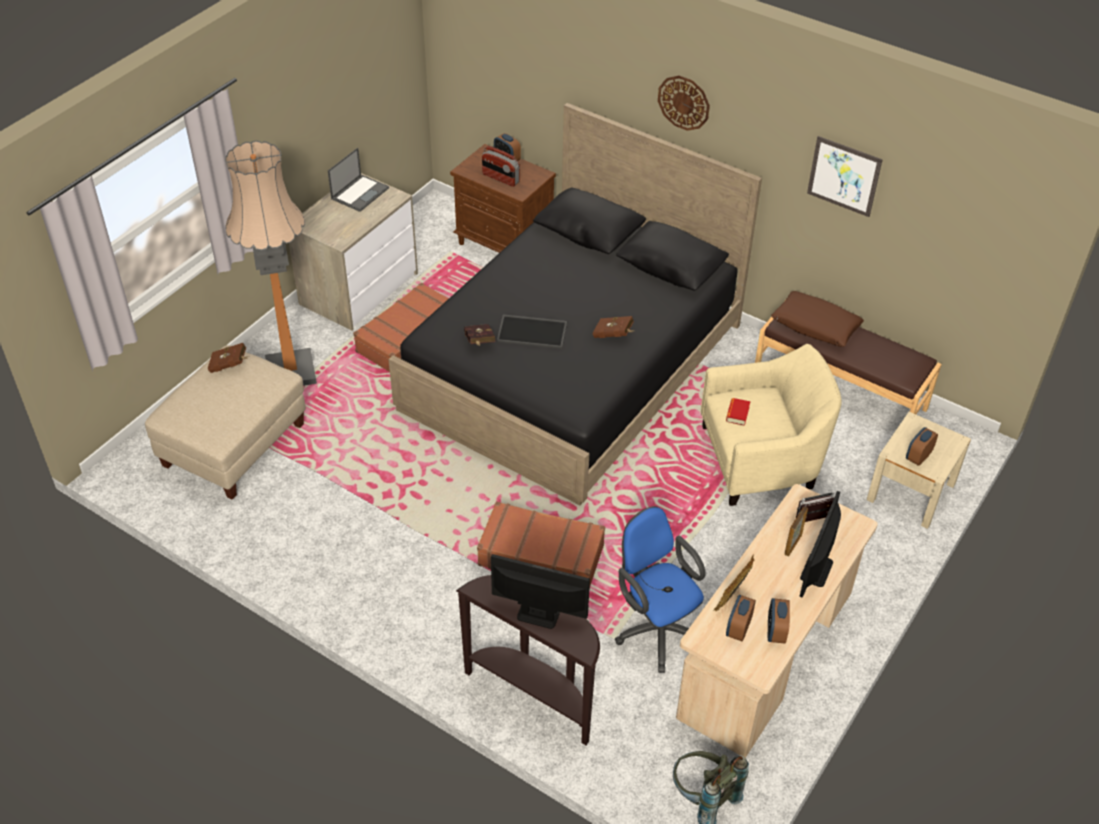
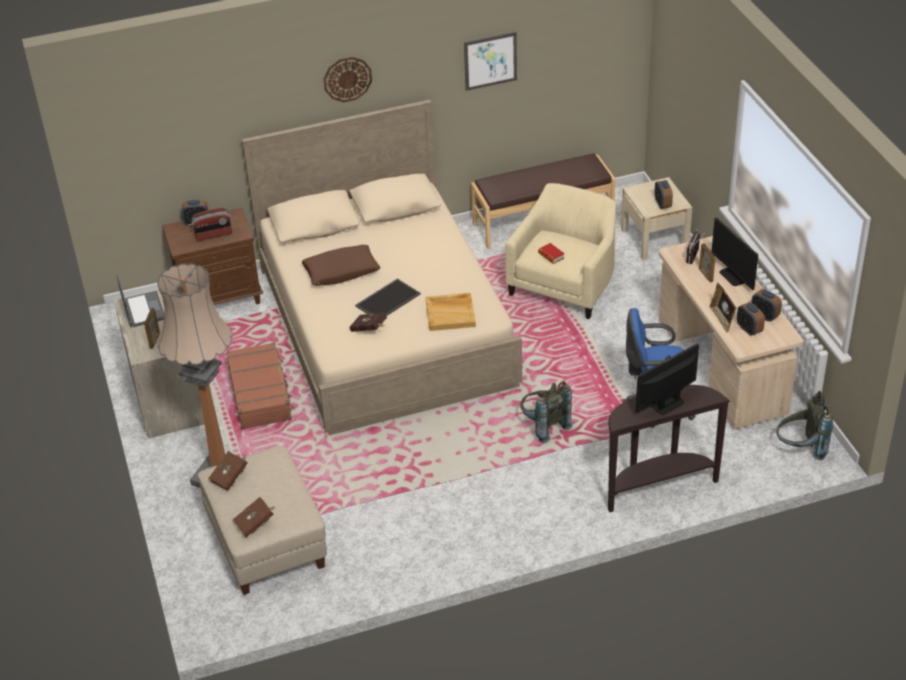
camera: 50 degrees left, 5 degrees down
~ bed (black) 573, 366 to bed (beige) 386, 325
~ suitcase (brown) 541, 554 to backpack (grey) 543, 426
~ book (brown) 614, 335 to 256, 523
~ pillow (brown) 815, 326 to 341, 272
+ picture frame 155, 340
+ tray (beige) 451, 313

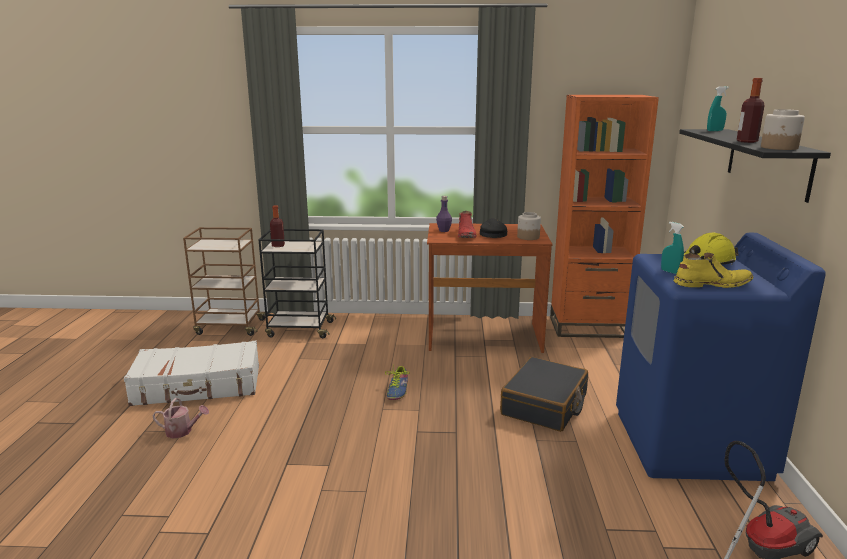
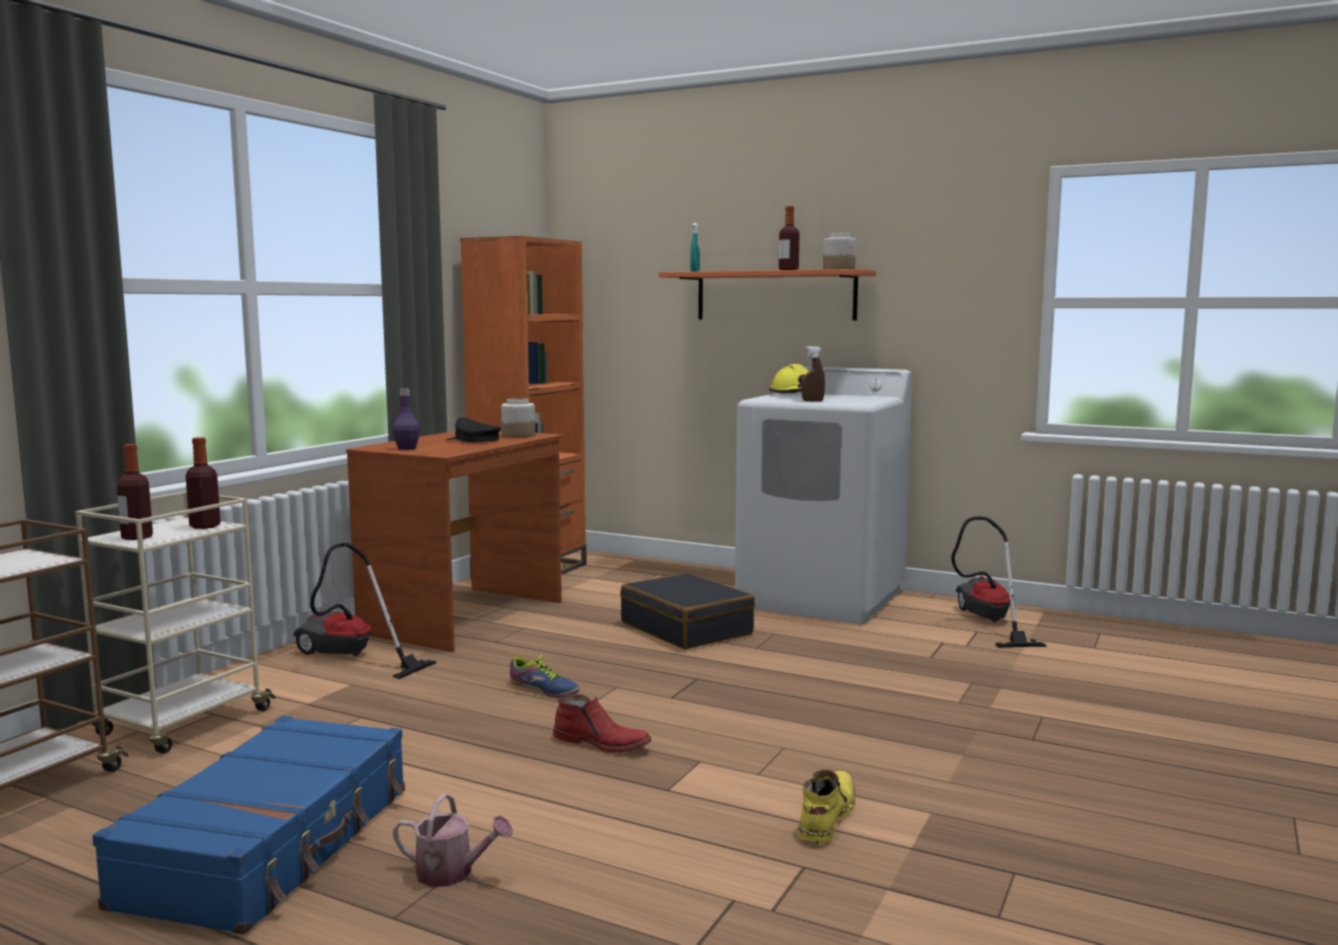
camera: 65 degrees left, 10 degrees down
~ suitcase (white) 198, 386 to suitcase (blue) 271, 845
~ watering can 182, 431 = 452, 873 75 degrees clockwise
~ cart (black) 299, 329 to cart (beige) 182, 724
~ boot (red) 466, 235 to 602, 743
~ washing machine (blue) 690, 444 to washing machine (white) 822, 598
~ spray bottle (turquoise) 670, 272 to spray bottle (brown) 812, 401
~ boot (yellow) 711, 284 to 825, 816
~ shelf (black) 768, 162 to shelf (orange) 775, 296
+ bottle 205, 526
+ vacuum cleaner 348, 657

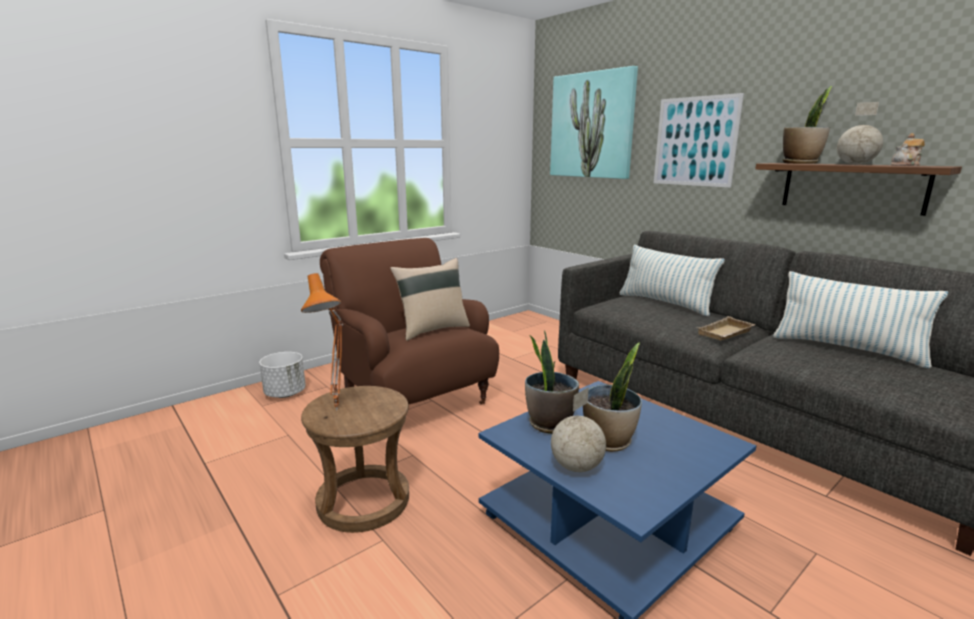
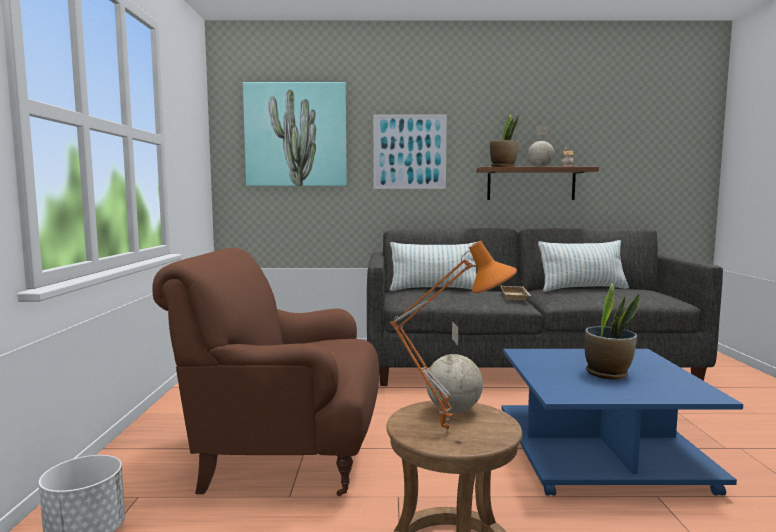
camera: 50 degrees left, 10 degrees down
- pillow (beige) 432, 329
- potted plant 549, 424
~ globe 577, 467 to 454, 410

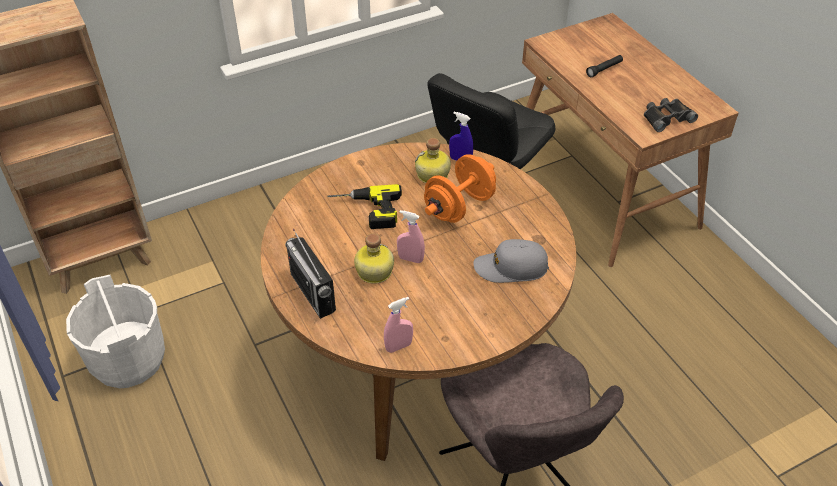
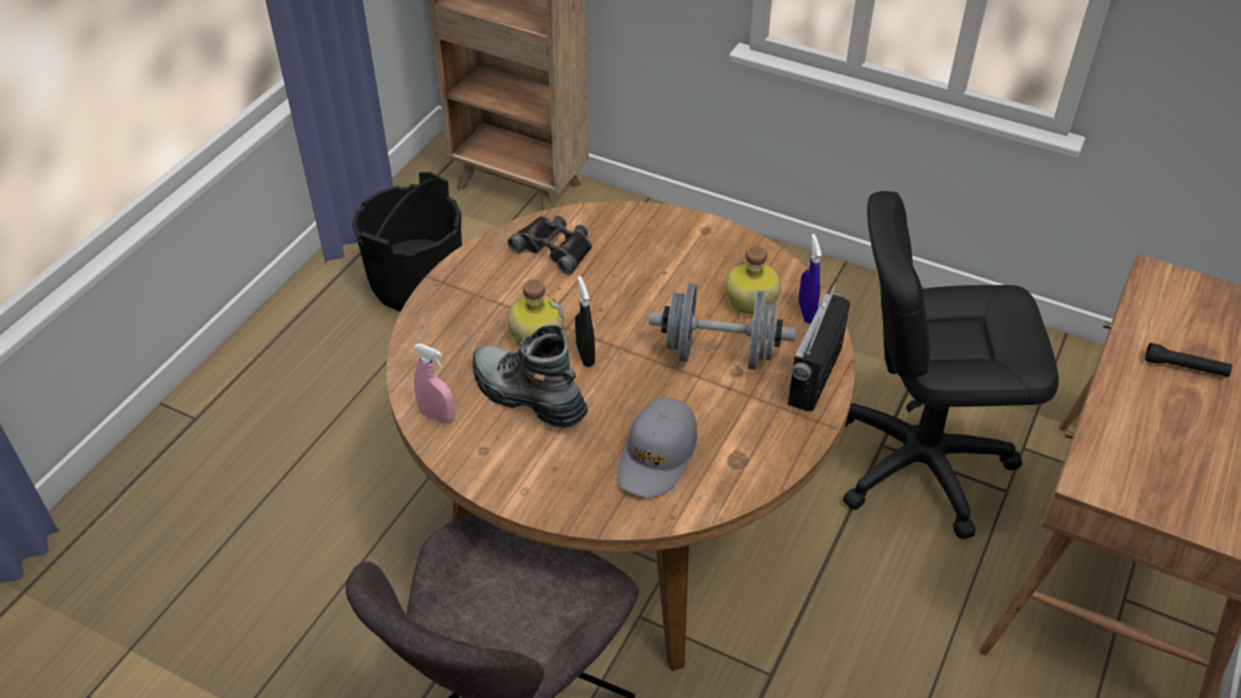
camera: 55 degrees right, 0 degrees up
~ bucket (white) 128, 359 to bucket (black) 416, 283
~ radio 313, 293 to 815, 375
- power drill 365, 211
~ spray bottle (pink) 410, 259 to spray bottle (black) 585, 355
~ dumbbell (orange) 459, 206 to dumbbell (grey) 719, 353
~ cap (grey) 511, 267 = 657, 456 120 degrees counterclockwise
~ binoculars (black) 666, 118 to 555, 248
+ boot 528, 396

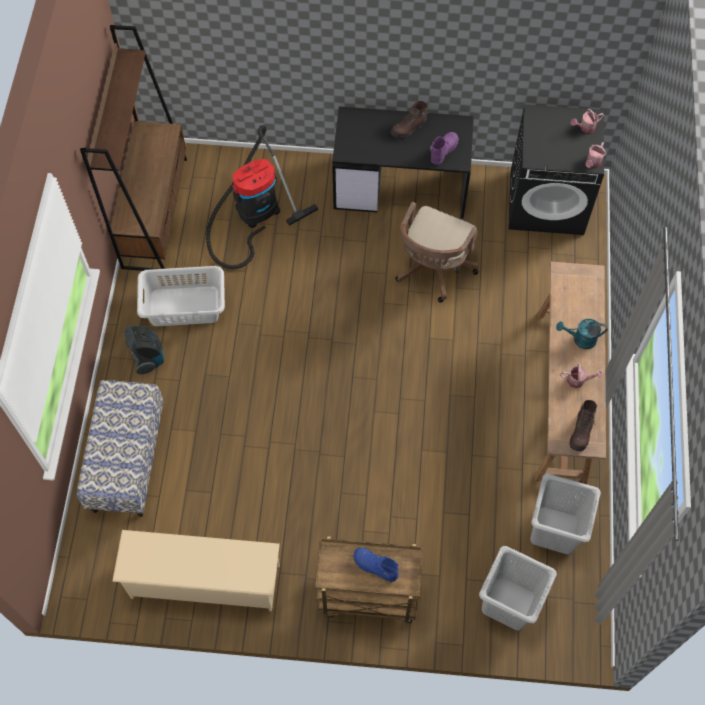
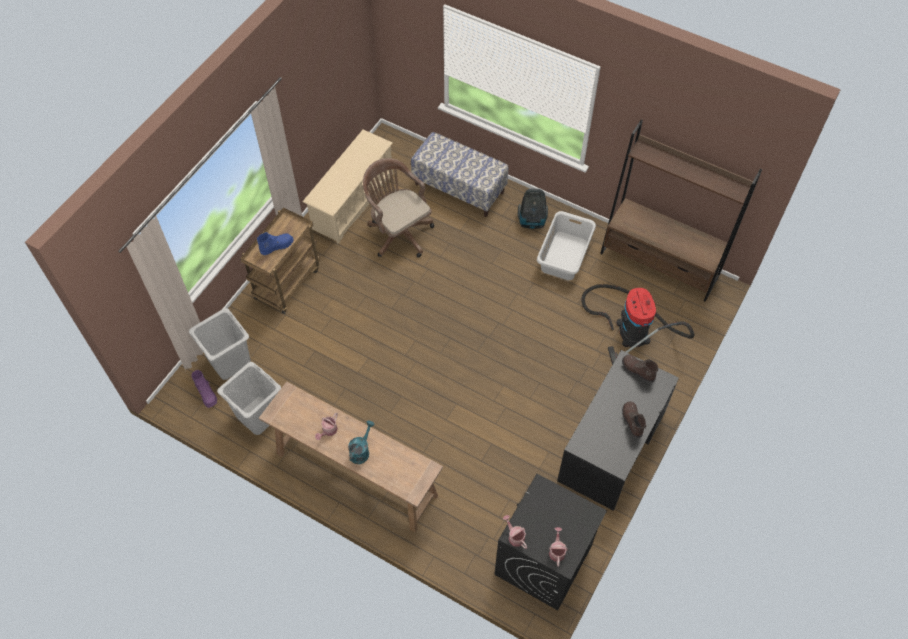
camera: 115 degrees right, 5 degrees down
~ office chair (brown) 433, 269 to 398, 232
~ boot (purple) 443, 151 to 206, 394
~ boot (brown) 581, 431 to 637, 371

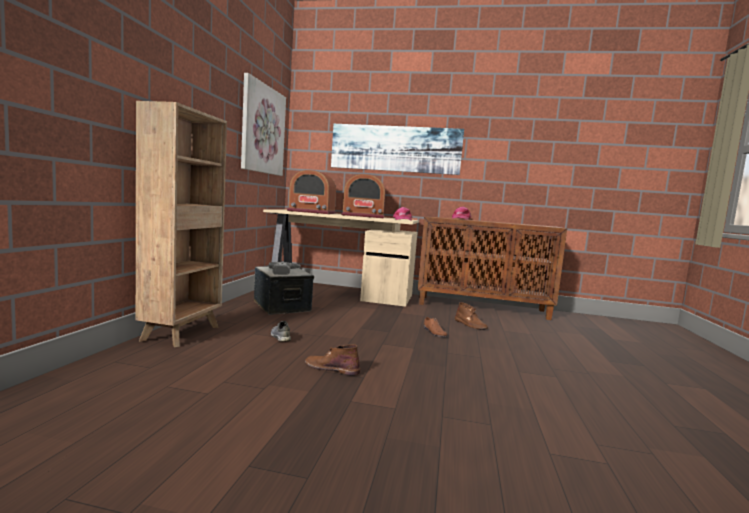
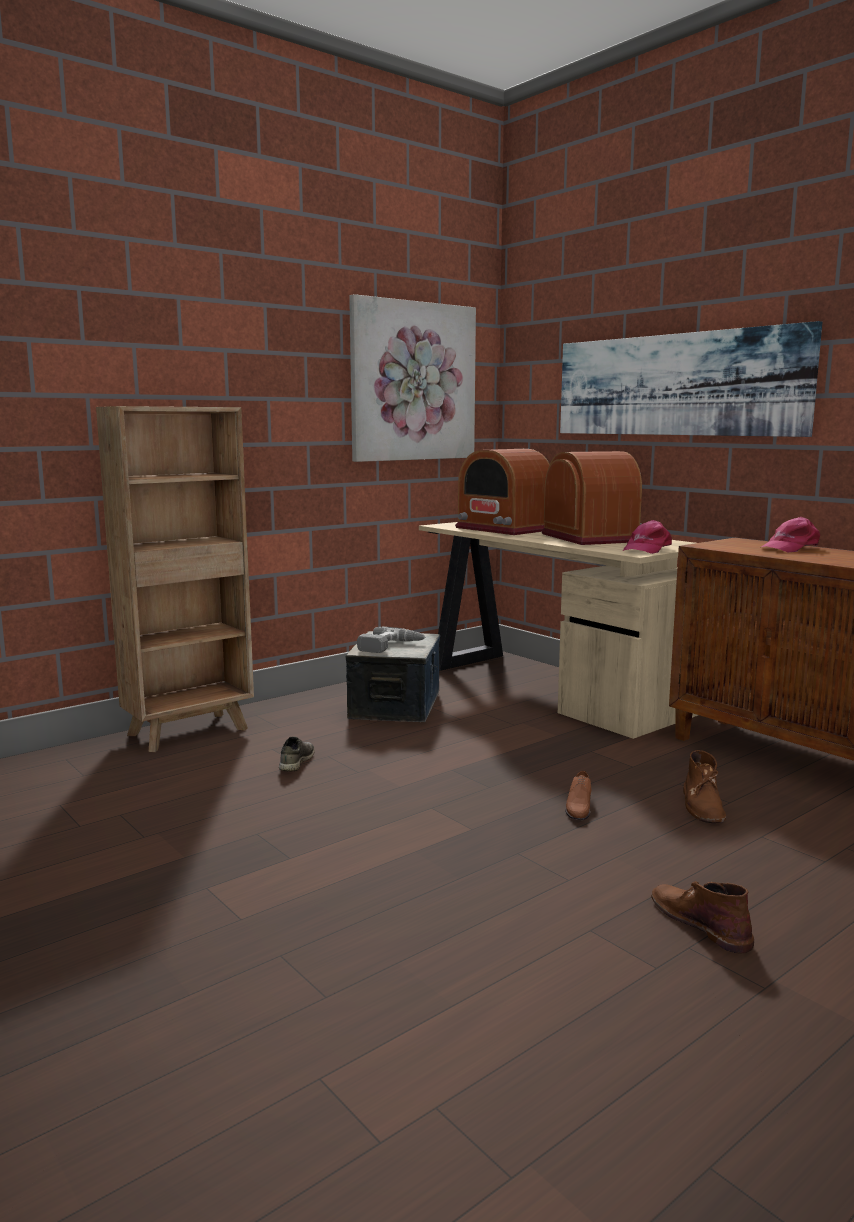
camera: 40 degrees right, 5 degrees up
~ boot (brown) 332, 368 to 700, 922
~ radio 363, 216 = 591, 537 150 degrees counterclockwise

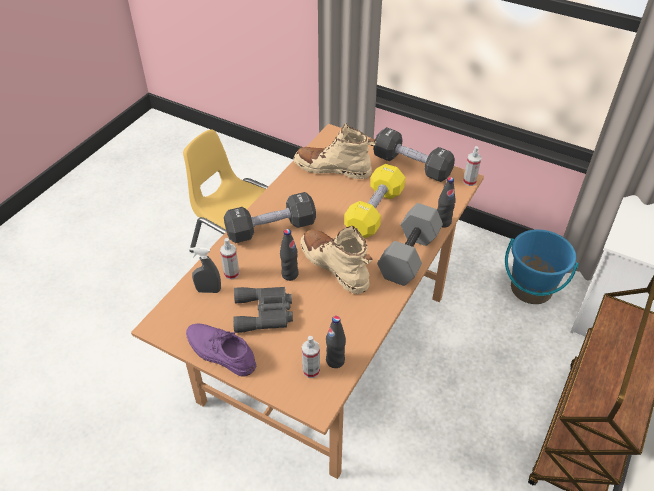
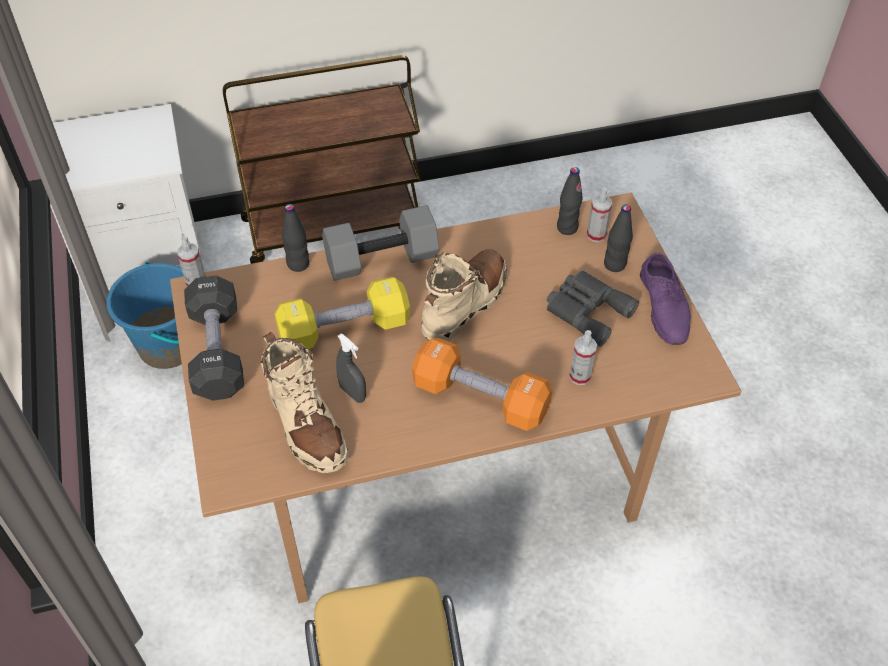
camera: 135 degrees left, 5 degrees up
~ spray bottle (grey) 208, 290 to 352, 393
~ dumbbell (black) 271, 229 to dumbbell (orange) 480, 398
~ bottle (black) 290, 274 to 614, 265
~ boot (beige) 335, 266 = 465, 303 150 degrees counterclockwise

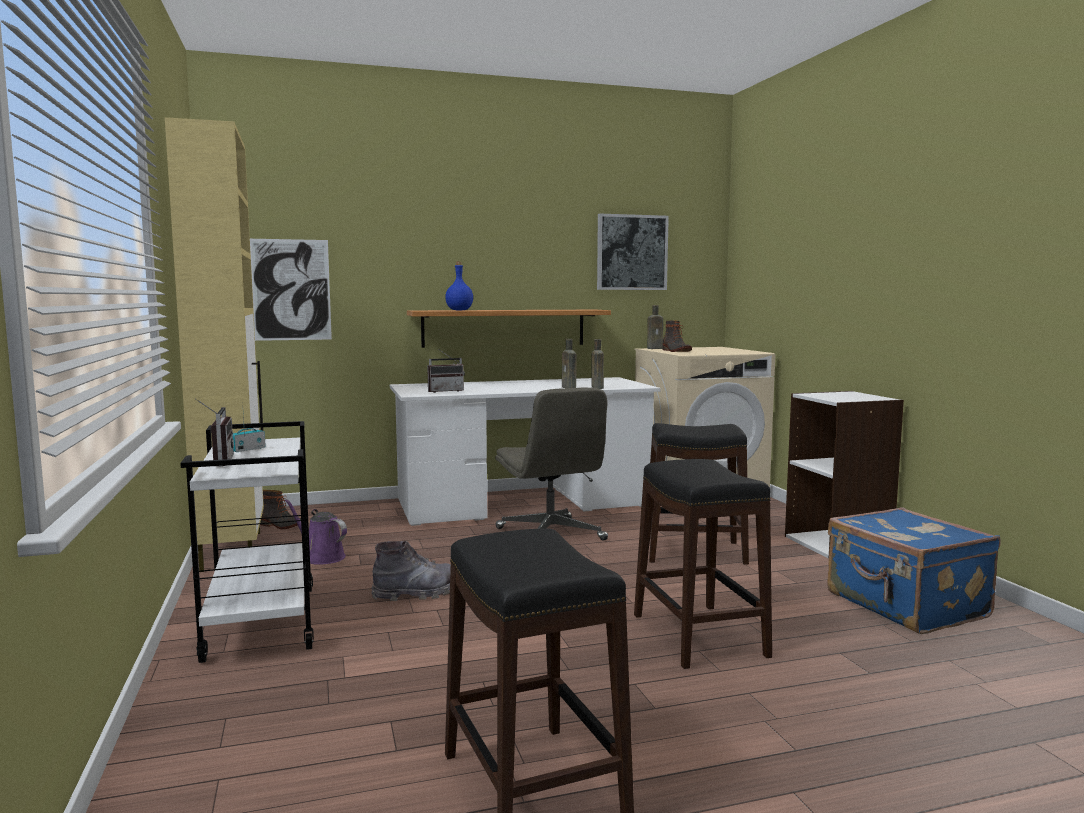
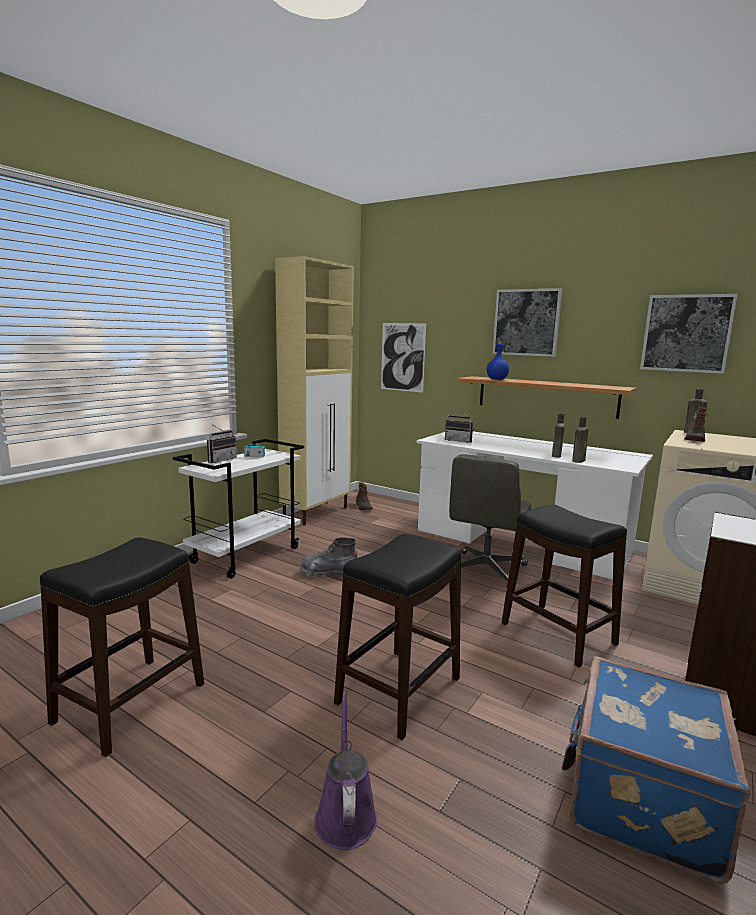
camera: 50 degrees right, 5 degrees up
~ watering can (purple) 321, 557 to 345, 813
~ boot (grey) 416, 593 = 329, 573 150 degrees clockwise
+ picture 526, 322

